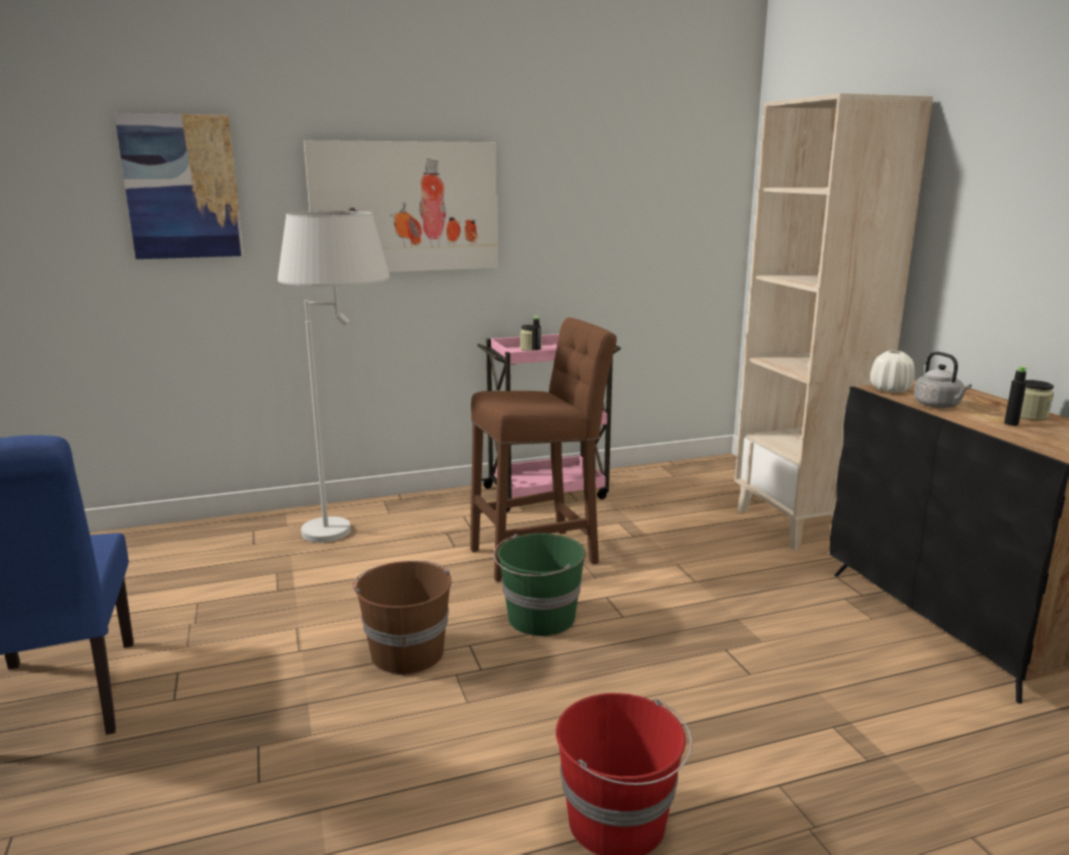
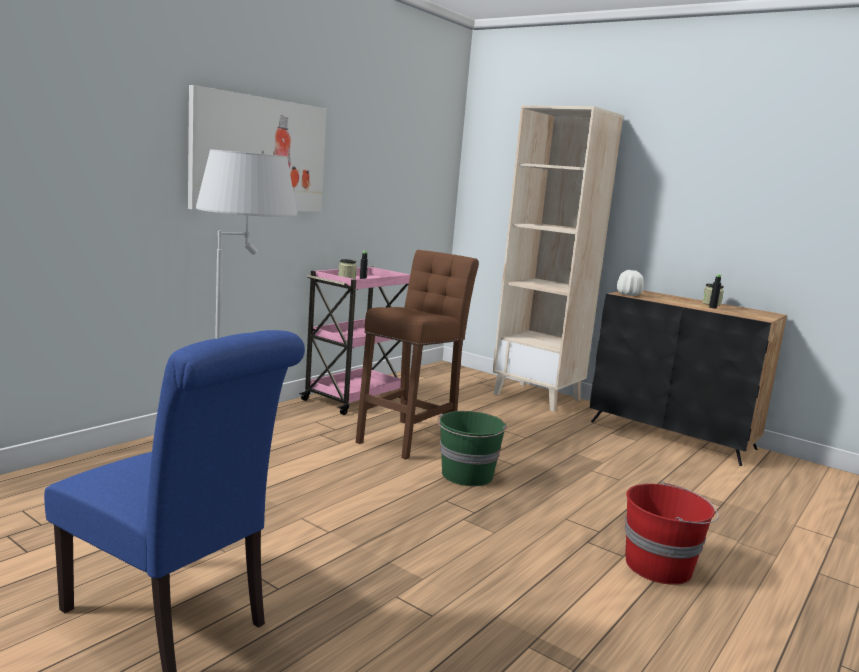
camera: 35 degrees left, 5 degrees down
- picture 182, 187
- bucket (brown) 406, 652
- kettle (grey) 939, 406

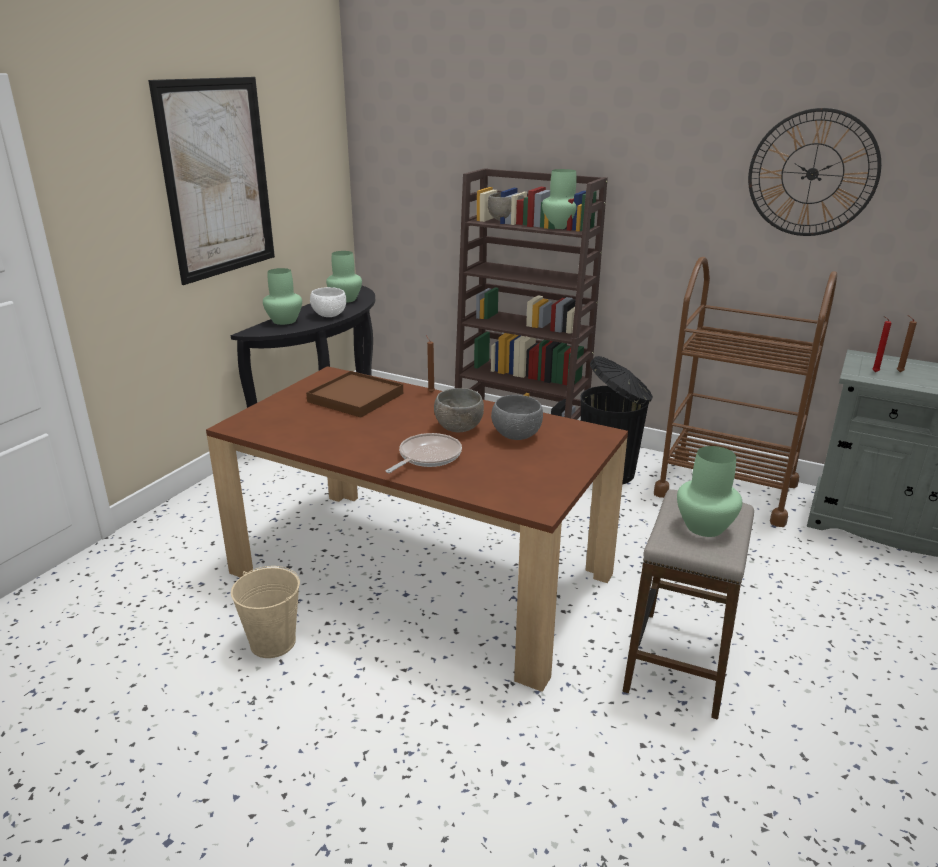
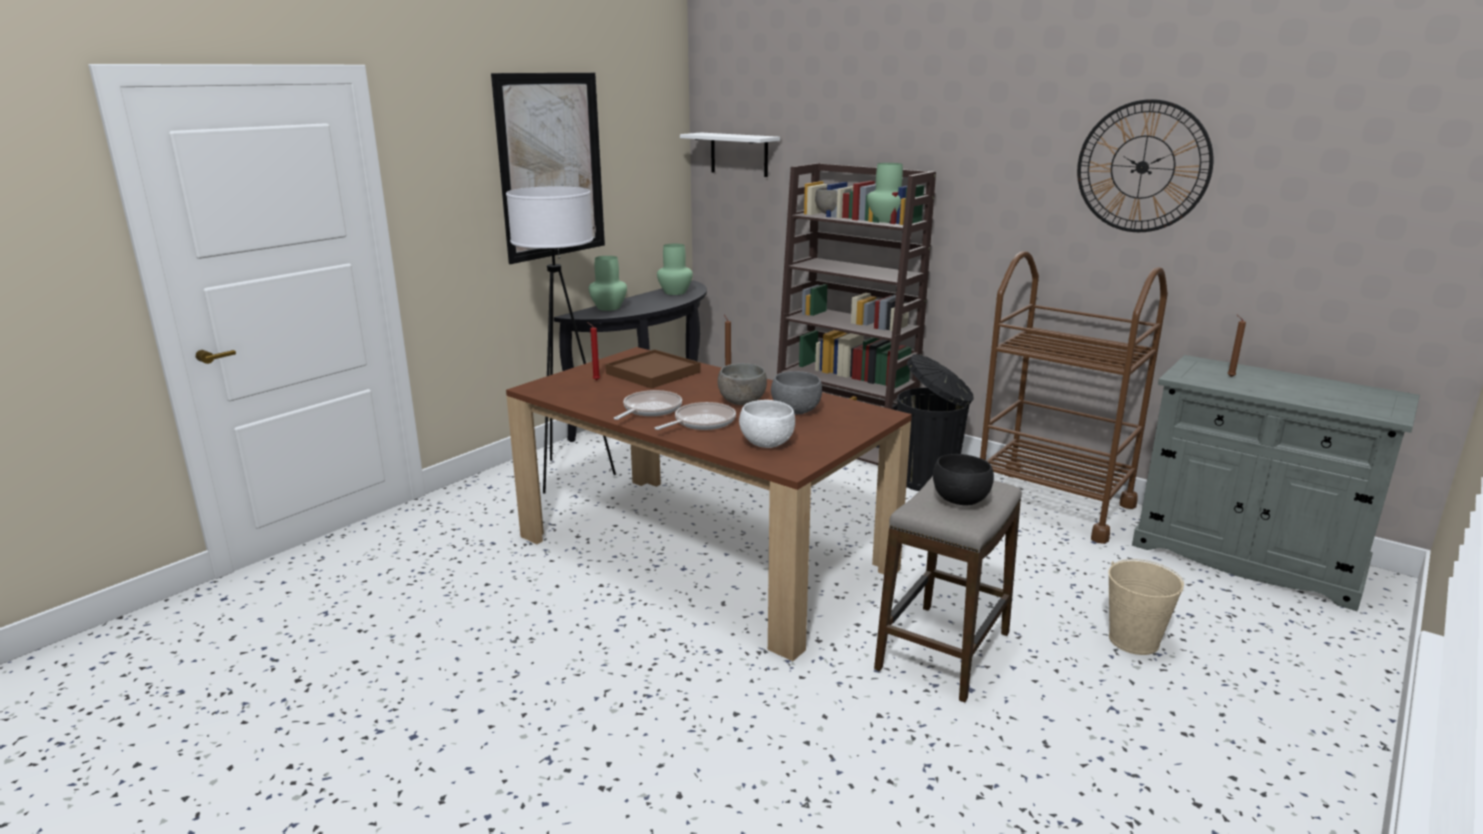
camera: 10 degrees right, 5 degrees down
~ bucket (beige) 272, 642 to 1133, 641
~ bowl (white) 329, 315 to 766, 444
~ vase (green) 705, 527 to bowl (black) 961, 501
~ candle (red) 874, 372 to 595, 380
+ floor lamp (white) 569, 475
+ frying pan 650, 409
+ shelf (white) 739, 154

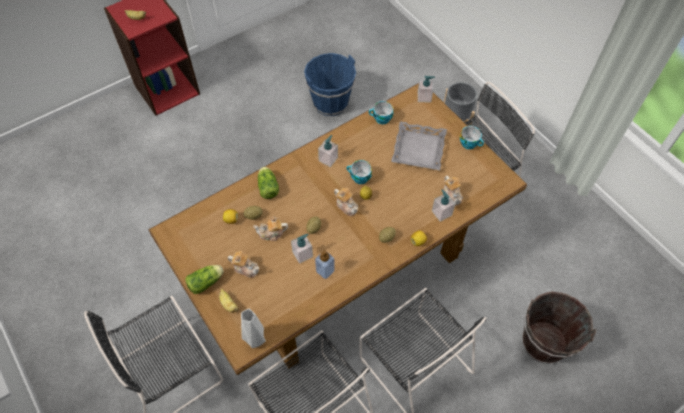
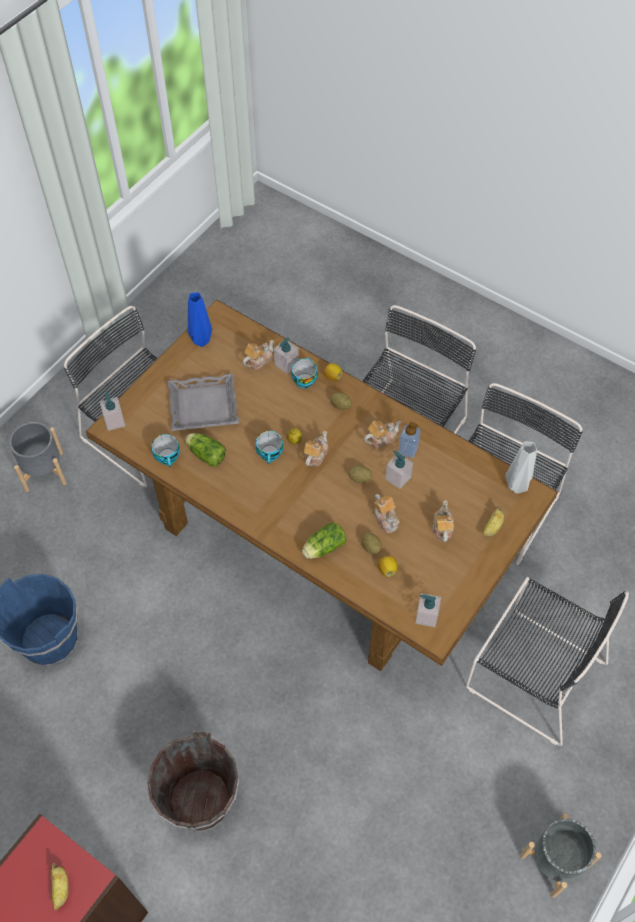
camera: 110 degrees left, 0 degrees up
~ lettuce 207, 282 to 205, 454
~ soap dispenser 328, 159 to 426, 616
~ cup 470, 144 to 304, 379
~ bucket (brown) 544, 342 to 200, 800
+ vase (blue) 201, 340
+ teapot 381, 438
+ planter (grey) 554, 861

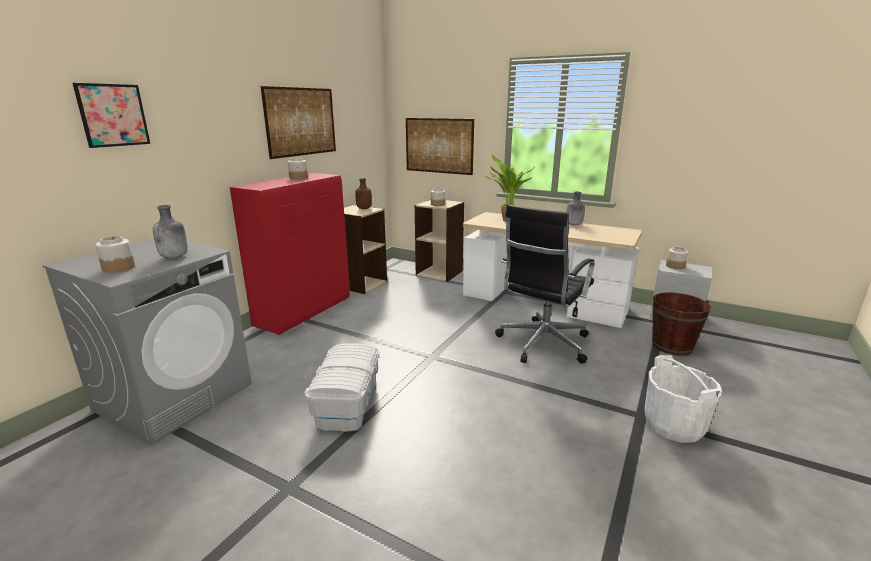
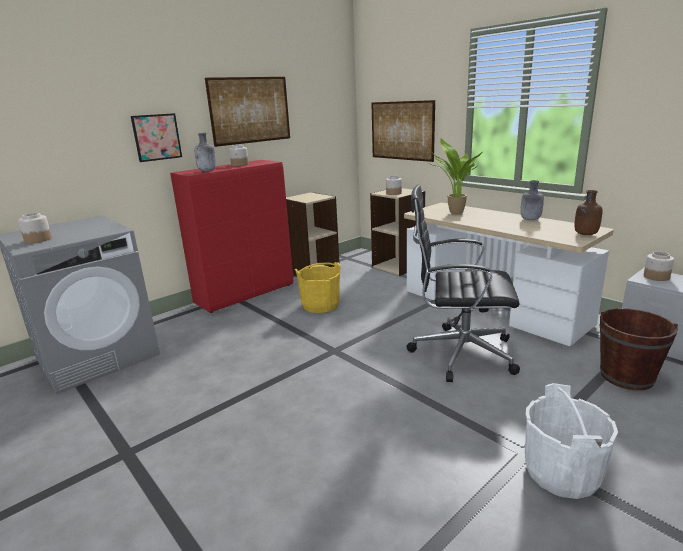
camera: 20 degrees right, 0 degrees up
~ picture 113, 115 to 157, 137
~ bottle (grey) 174, 257 to 207, 171
- storage box (white) 348, 403
~ bottle (brown) 363, 208 to 585, 234
~ office chair (black) 541, 344 = 459, 353 45 degrees clockwise
+ bucket (yellow) 320, 305

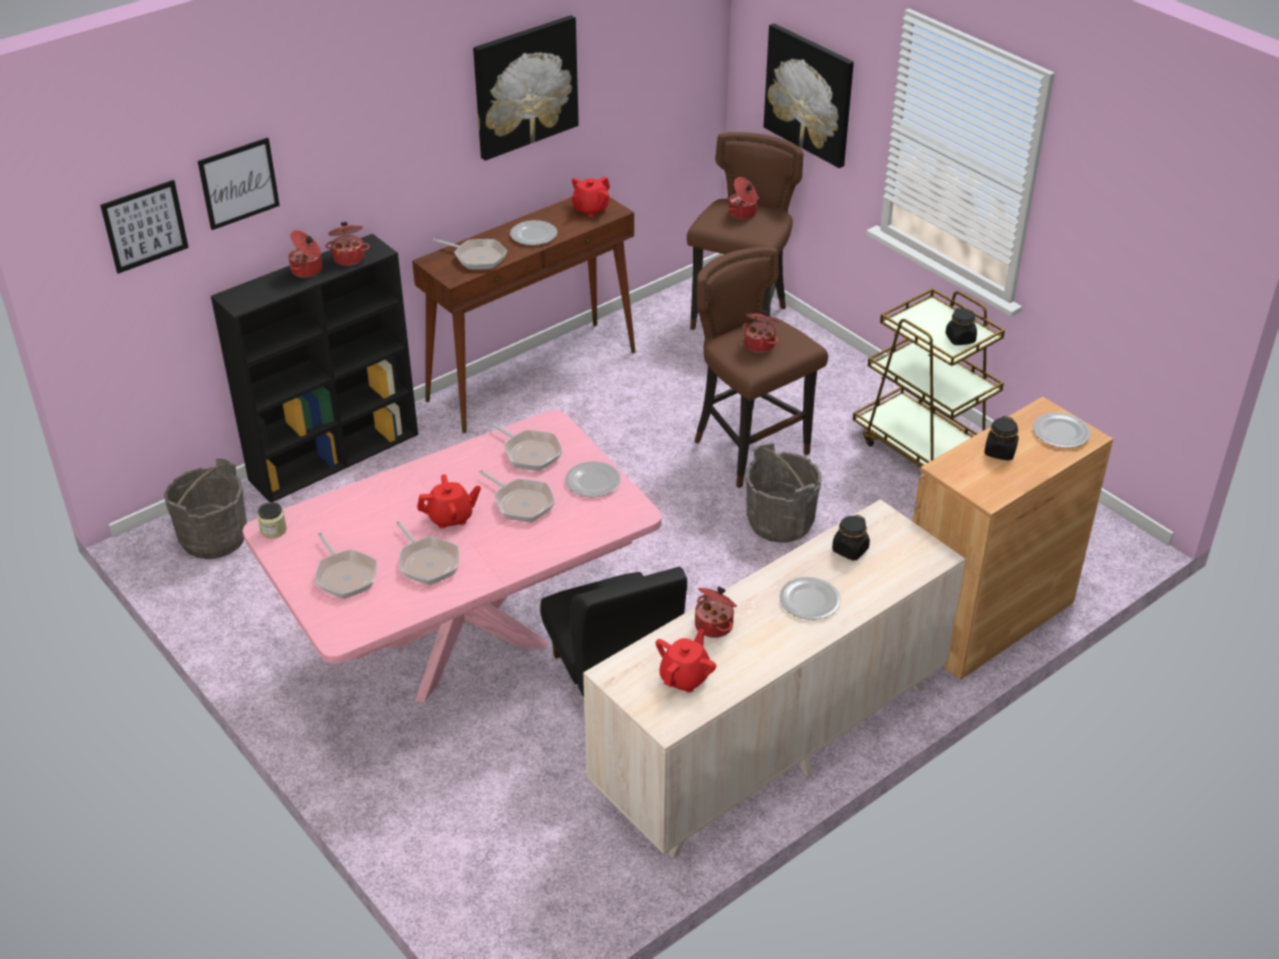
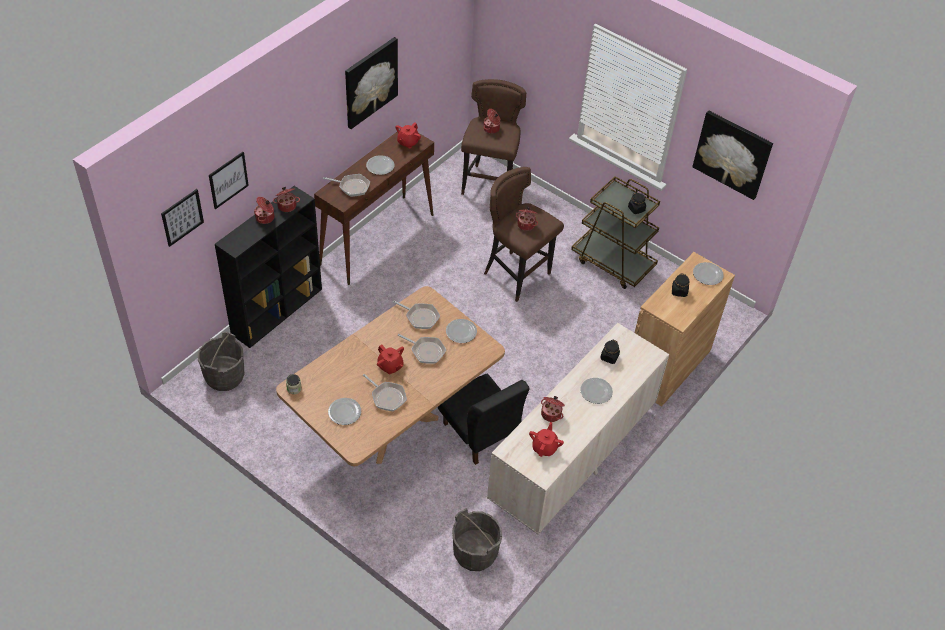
camera: 15 degrees left, 10 degrees up
~ dining table (pink) 465, 645 to dining table (brown) 393, 425
~ frying pan 345, 575 to plate 344, 412
~ teapot (red) 451, 517 = 390, 366 75 degrees clockwise
~ bucket (grey) 780, 522 to 475, 553
~ picture 809, 94 to 732, 154

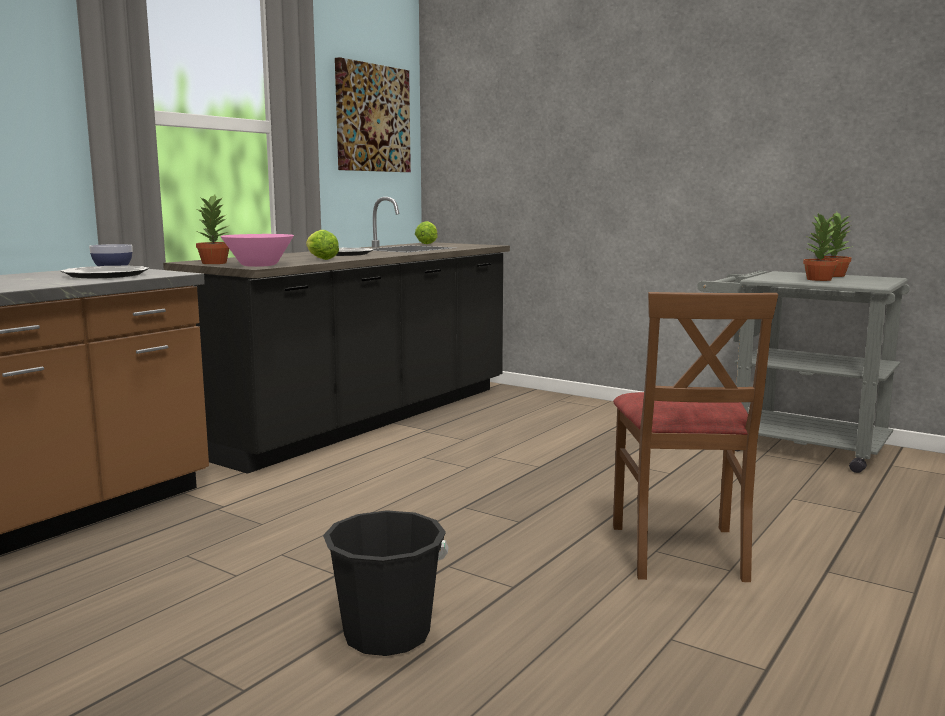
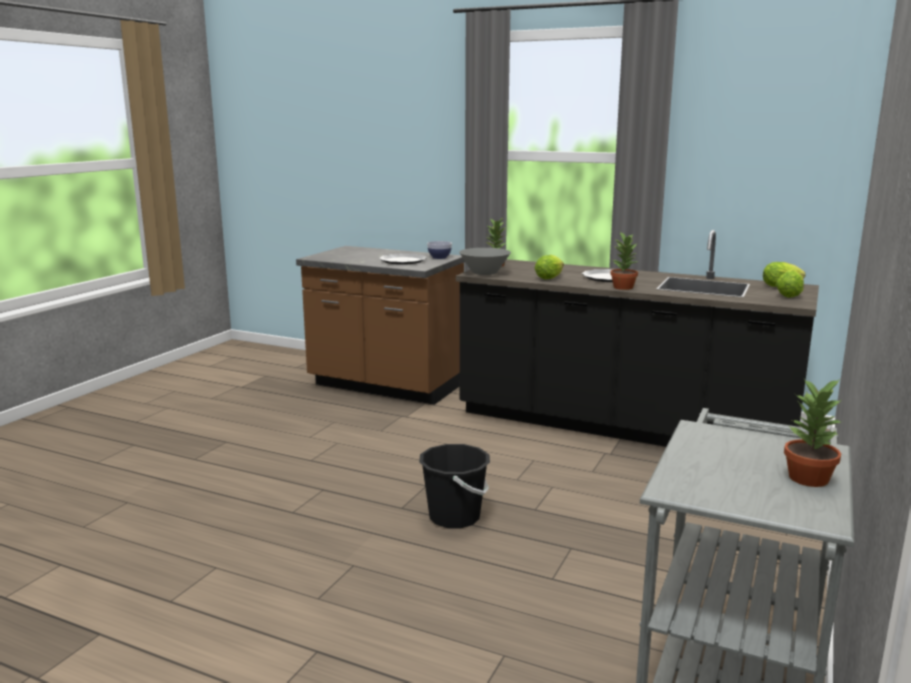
camera: 80 degrees right, 5 degrees up
~ bowl (pink) 259, 265 to bowl (grey) 484, 273
~ bucket (black) 387, 634 to 454, 517
- picture 372, 118
- chair (brown) 680, 551
~ potted plant 818, 279 to 623, 287
+ lettuce 789, 295

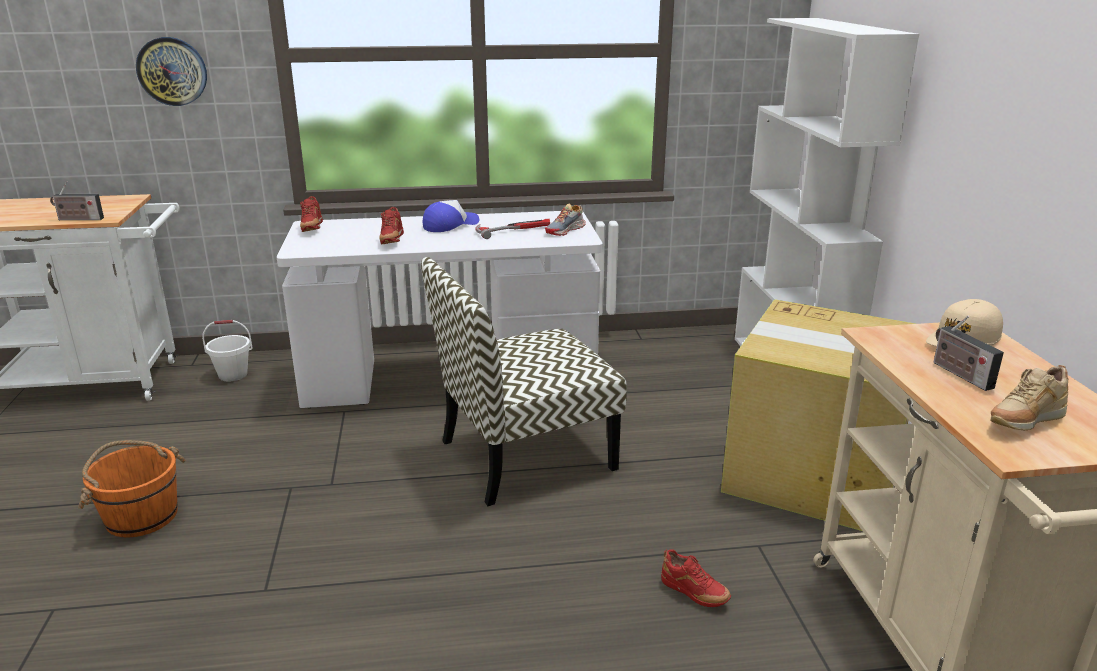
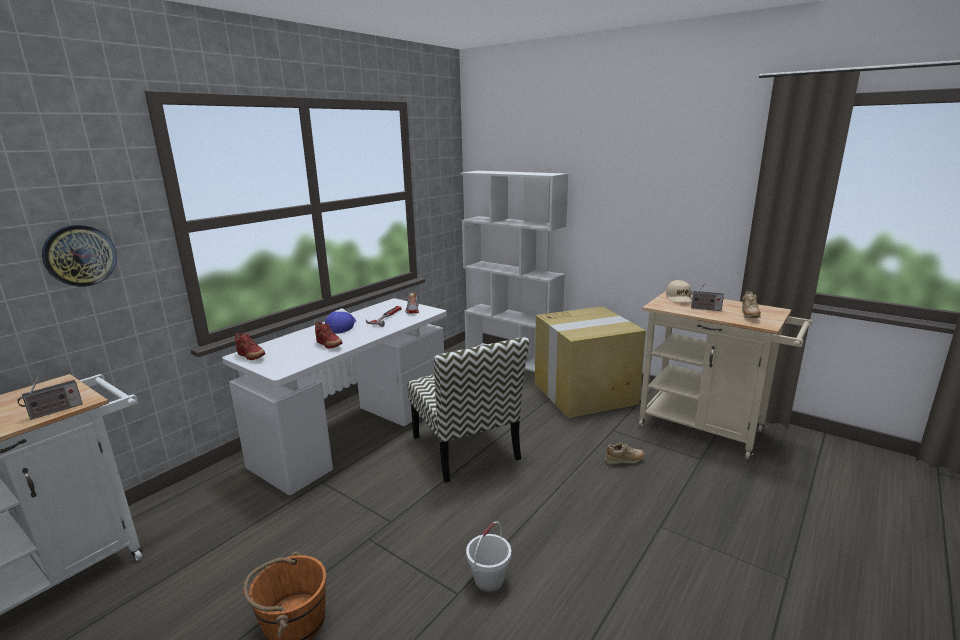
camera: 45 degrees left, 5 degrees down
~ bucket (white) 233, 375 to 489, 579
~ chair 524, 456 = 466, 448 45 degrees counterclockwise
~ shoe (red) 694, 594 to shoe (beige) 624, 461

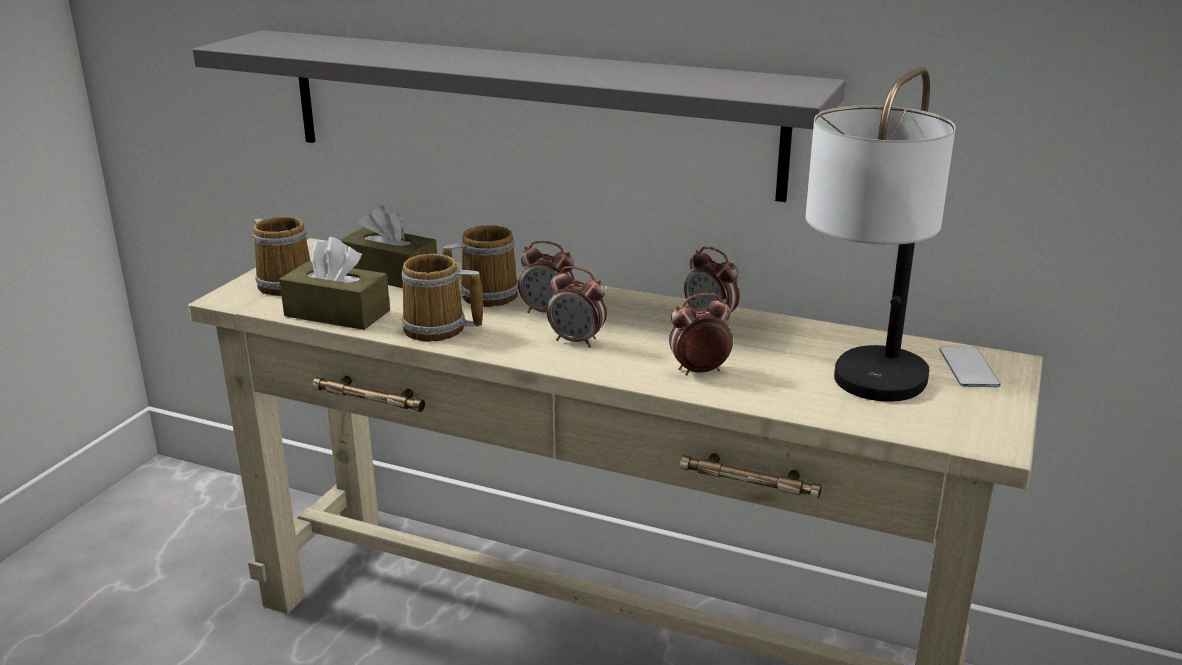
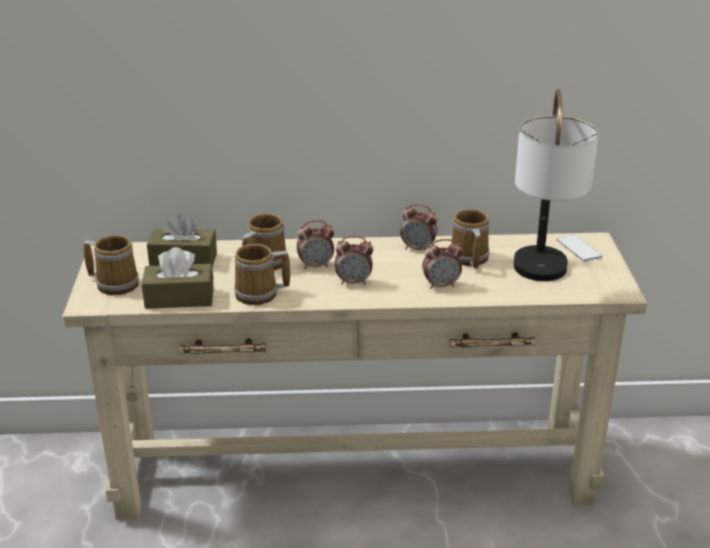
camera: 25 degrees left, 5 degrees up
- shelf (grey) 526, 111
~ alarm clock 699, 371 = 441, 285 150 degrees counterclockwise
+ mug 468, 258

